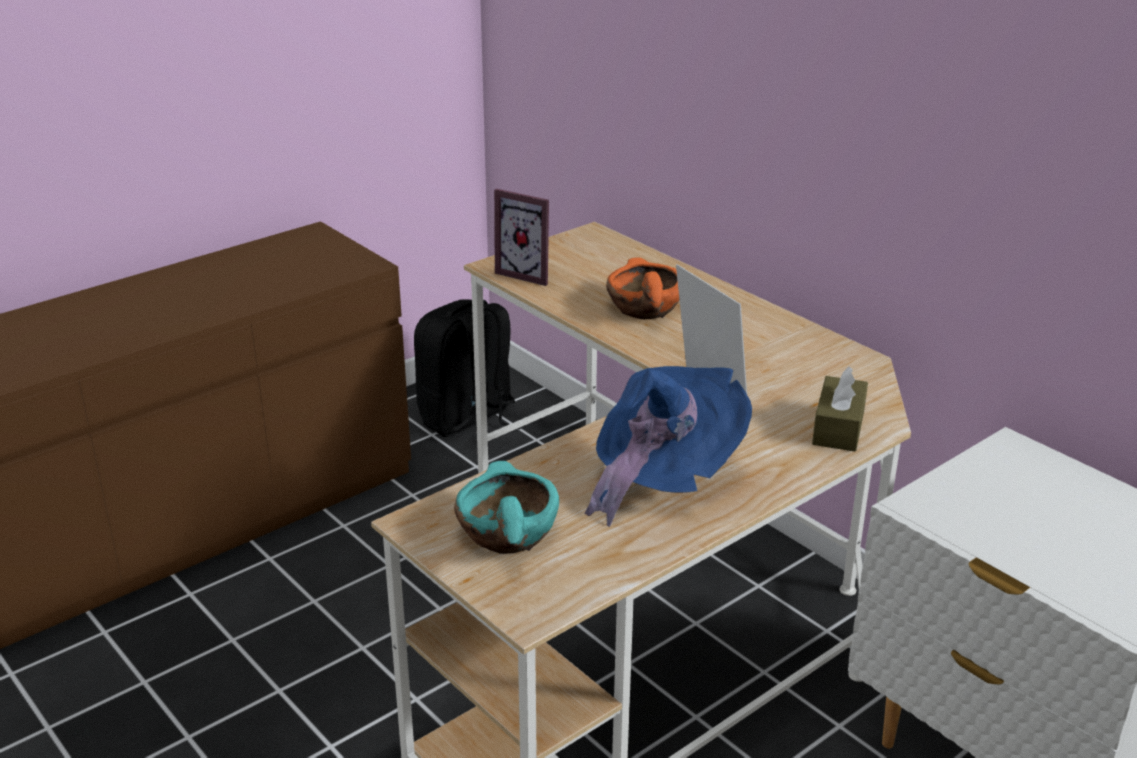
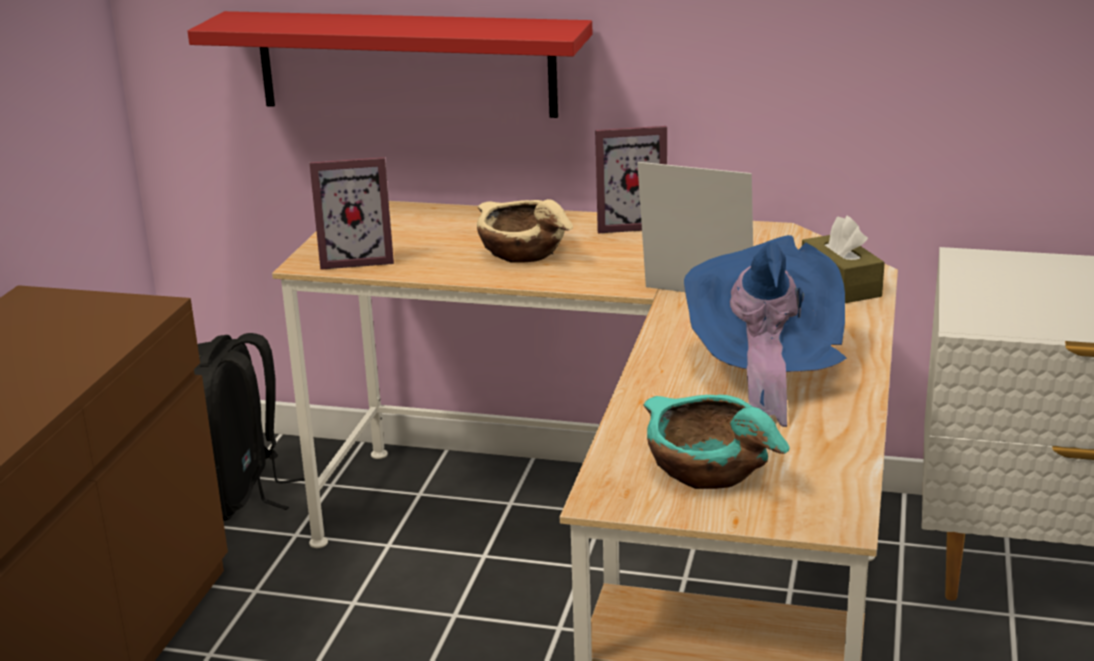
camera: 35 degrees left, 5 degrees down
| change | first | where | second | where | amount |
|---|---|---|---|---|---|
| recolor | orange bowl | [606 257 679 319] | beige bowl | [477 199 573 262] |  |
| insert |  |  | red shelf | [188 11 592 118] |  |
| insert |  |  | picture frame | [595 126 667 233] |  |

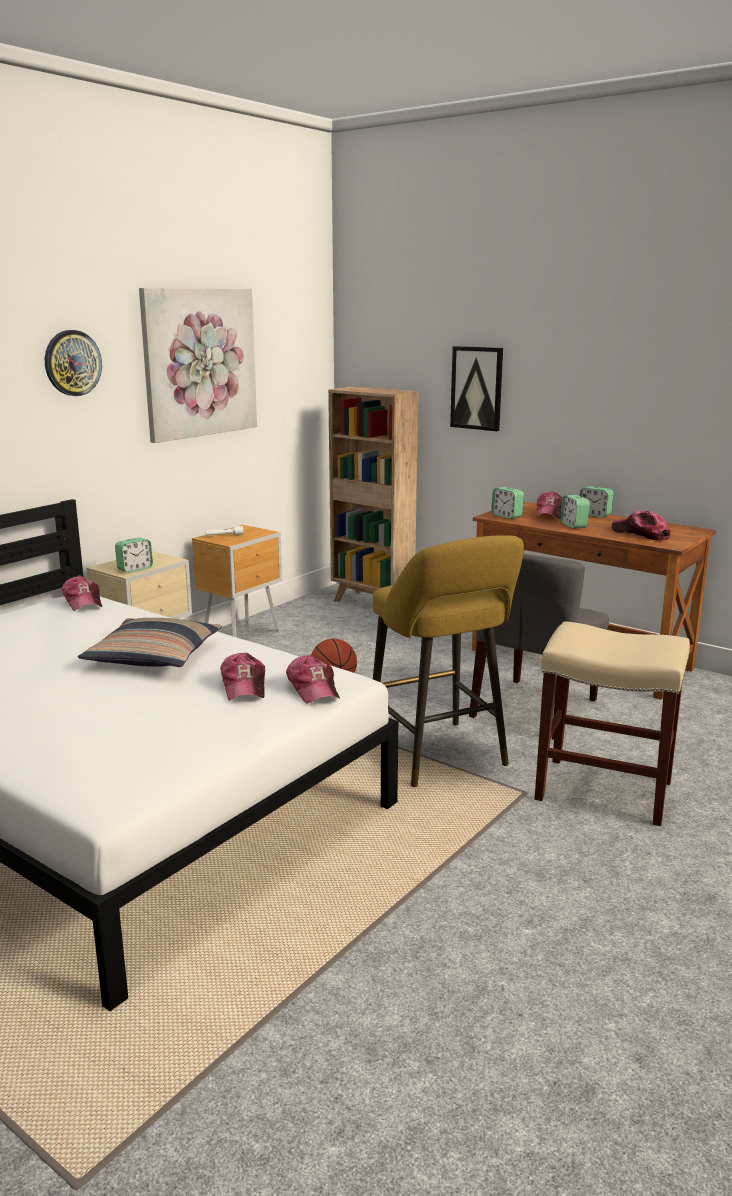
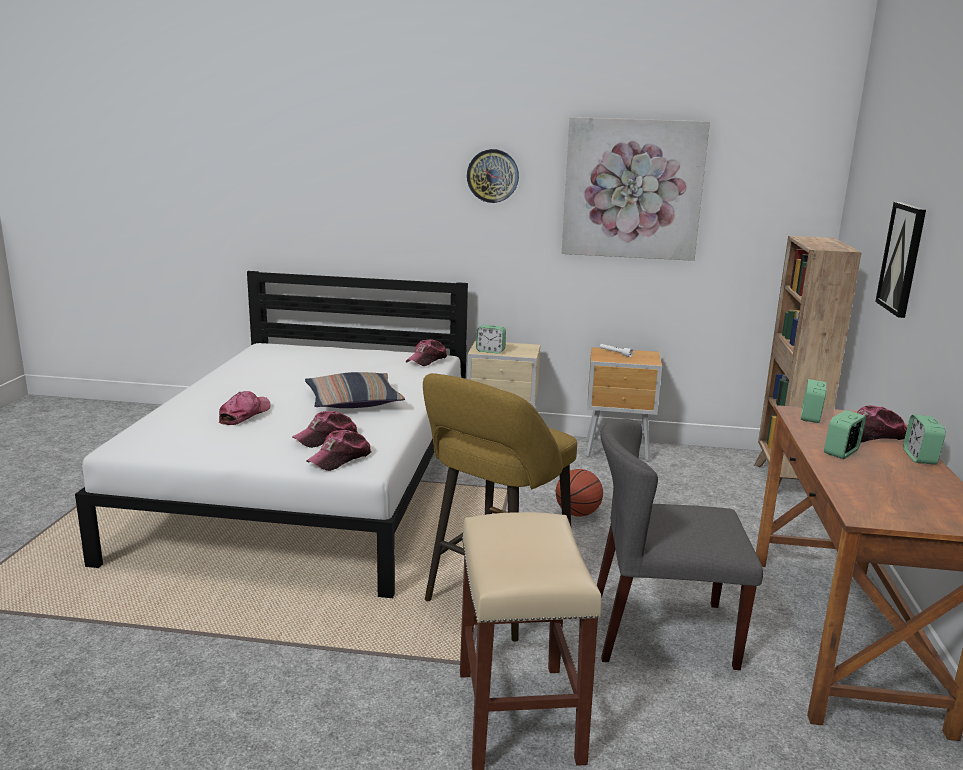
camera: 60 degrees right, 0 degrees up
| change | first | where | second | where | amount |
|---|---|---|---|---|---|
| move | cap | [612 511 670 541] |  | [219 391 271 425] |  |

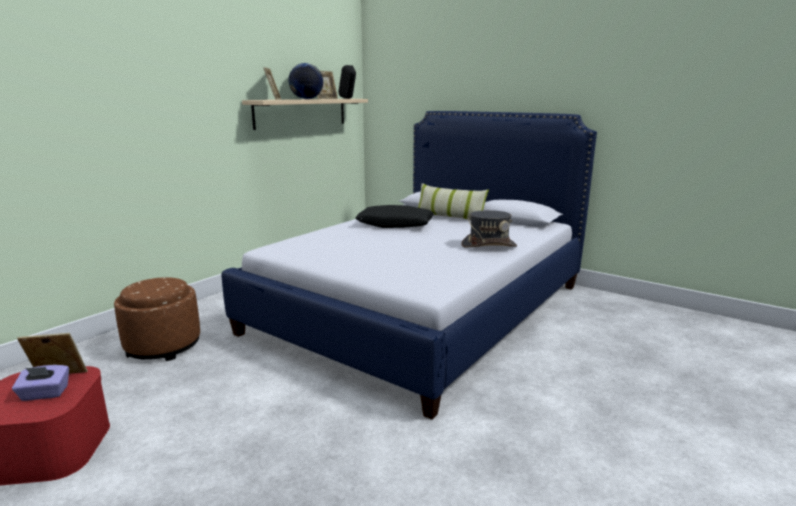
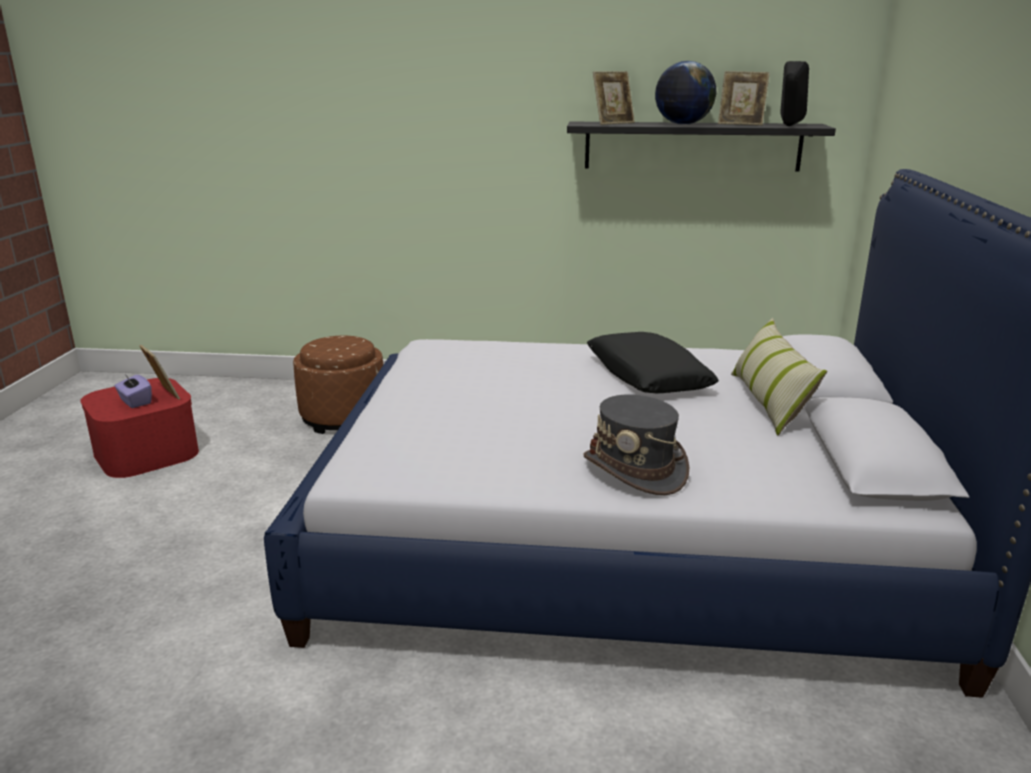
camera: 60 degrees right, 5 degrees up
| change | first | where | second | where | amount |
|---|---|---|---|---|---|
| recolor | beige shelf | [242 99 368 130] | black shelf | [567 122 836 172] |  |

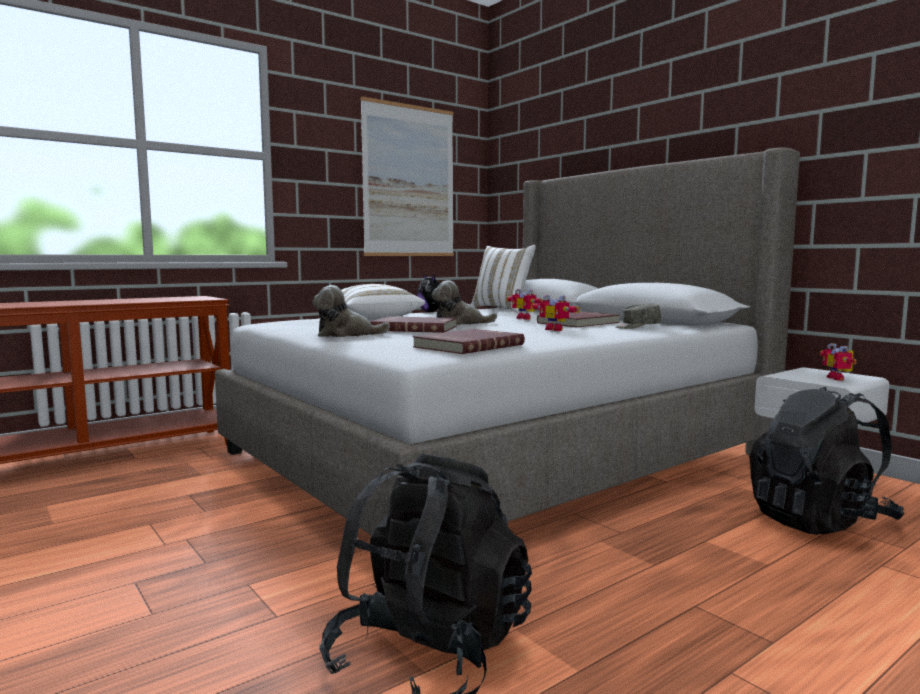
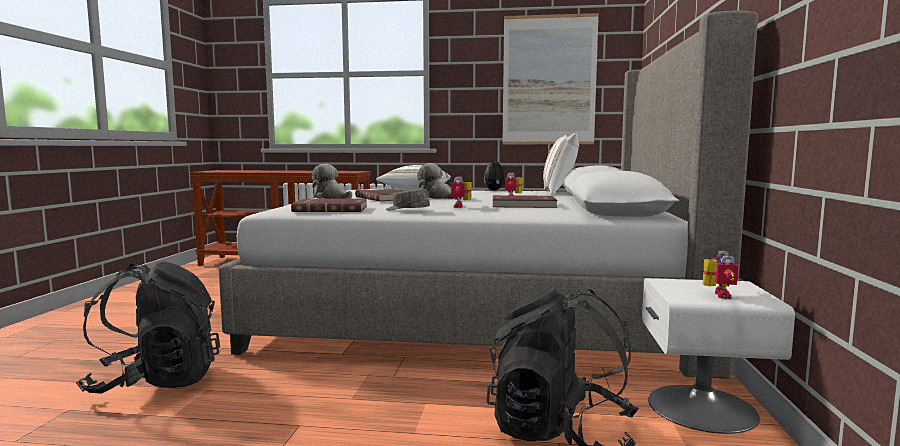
camera: 45 degrees right, 0 degrees up
| change | first | where | second | where | amount |
|---|---|---|---|---|---|
| move | grey cap | [615 304 661 329] |  | [386 189 430 211] |  |
| rotate | toy robot | [820 343 856 381] |  | [703 251 738 299] | 150 degrees clockwise |

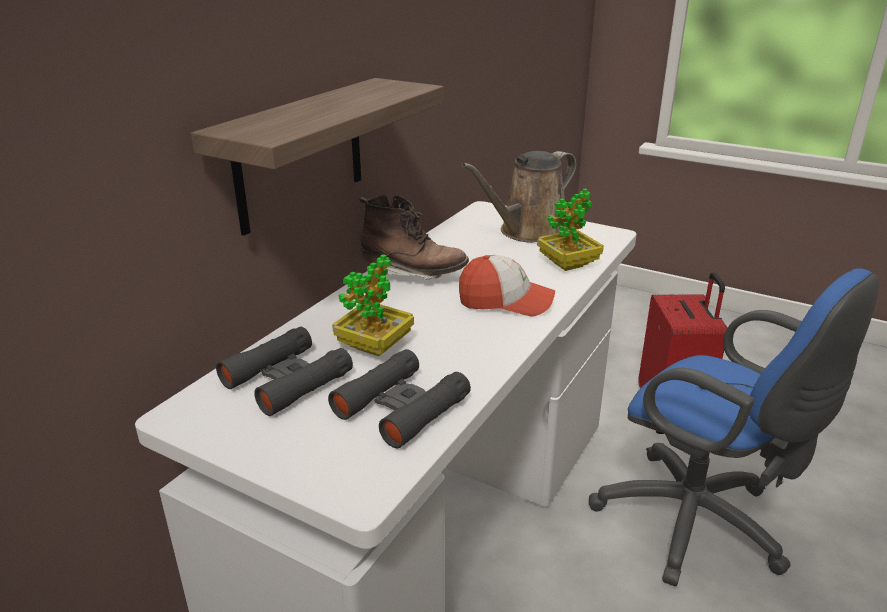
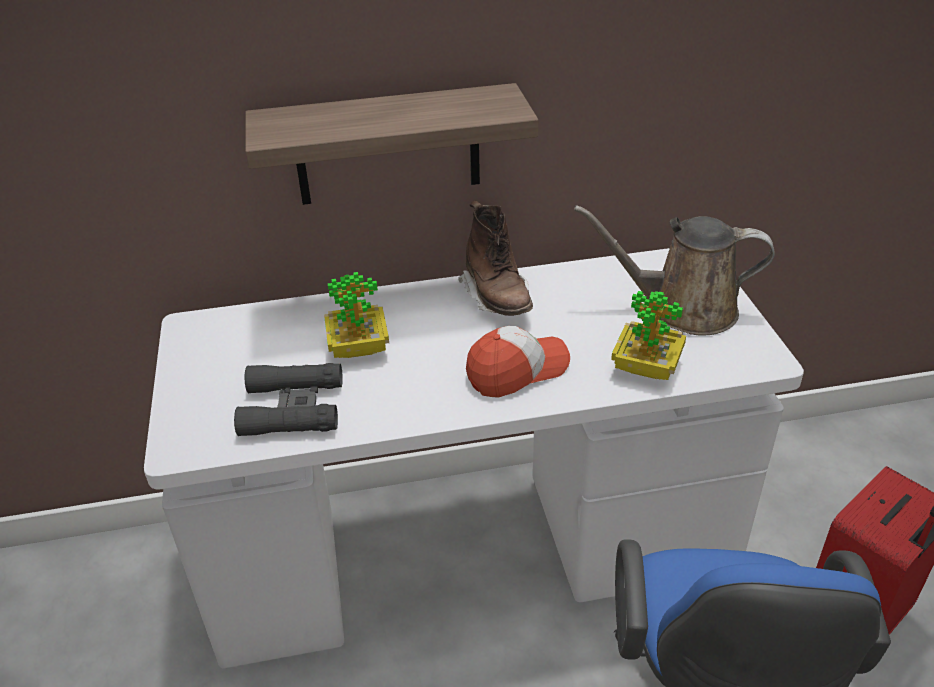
camera: 50 degrees right, 10 degrees up
| change | first | where | second | where | amount |
|---|---|---|---|---|---|
| delete | black binoculars | [216 327 353 416] |  |  |  |
| rotate | cap | [459 255 555 316] |  | [466 326 570 398] | 90 degrees counterclockwise |

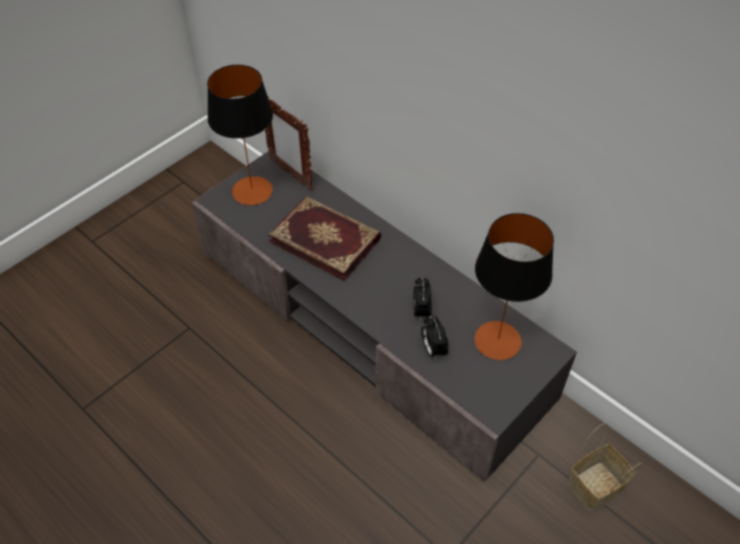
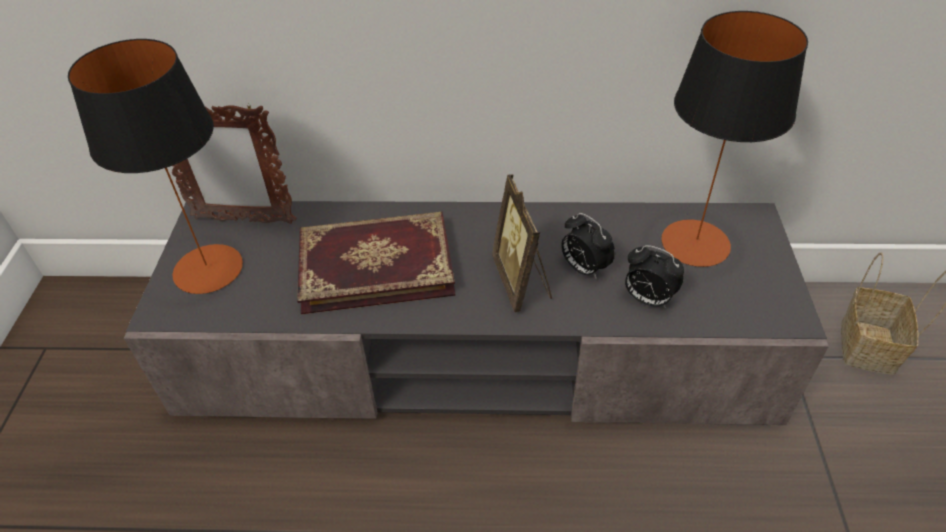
camera: 40 degrees left, 5 degrees down
| change | first | where | second | where | amount |
|---|---|---|---|---|---|
| insert |  |  | picture frame | [492 174 552 312] |  |

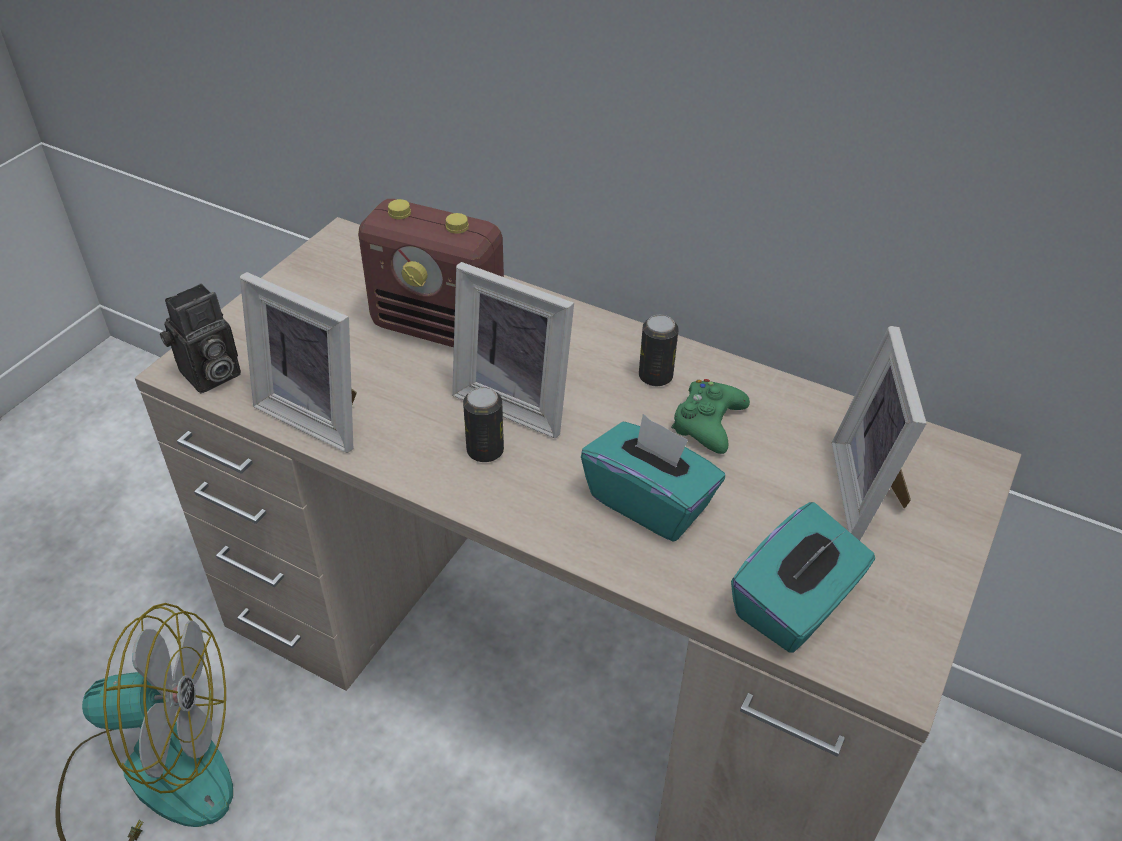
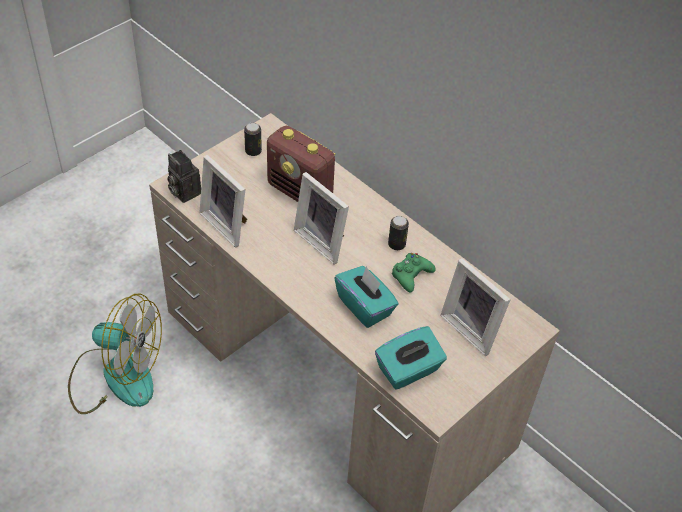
camera: 15 degrees right, 5 degrees up
| change | first | where | second | where | amount |
|---|---|---|---|---|---|
| rotate | photo camera | [160 283 241 393] |  | [167 150 201 203] | 75 degrees clockwise |
| move | can | [463 387 504 462] |  | [244 122 262 156] |  |
| rotate | picture frame | [832 326 927 540] |  | [440 258 511 356] | 60 degrees counterclockwise |

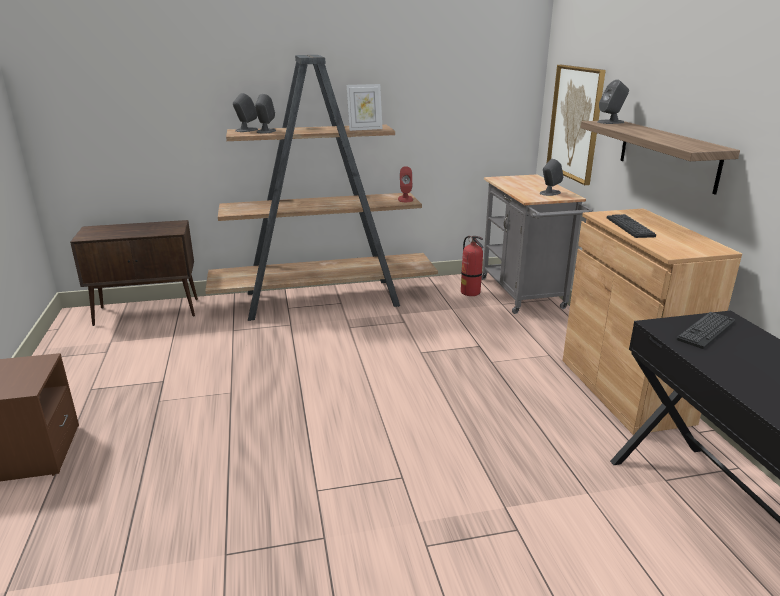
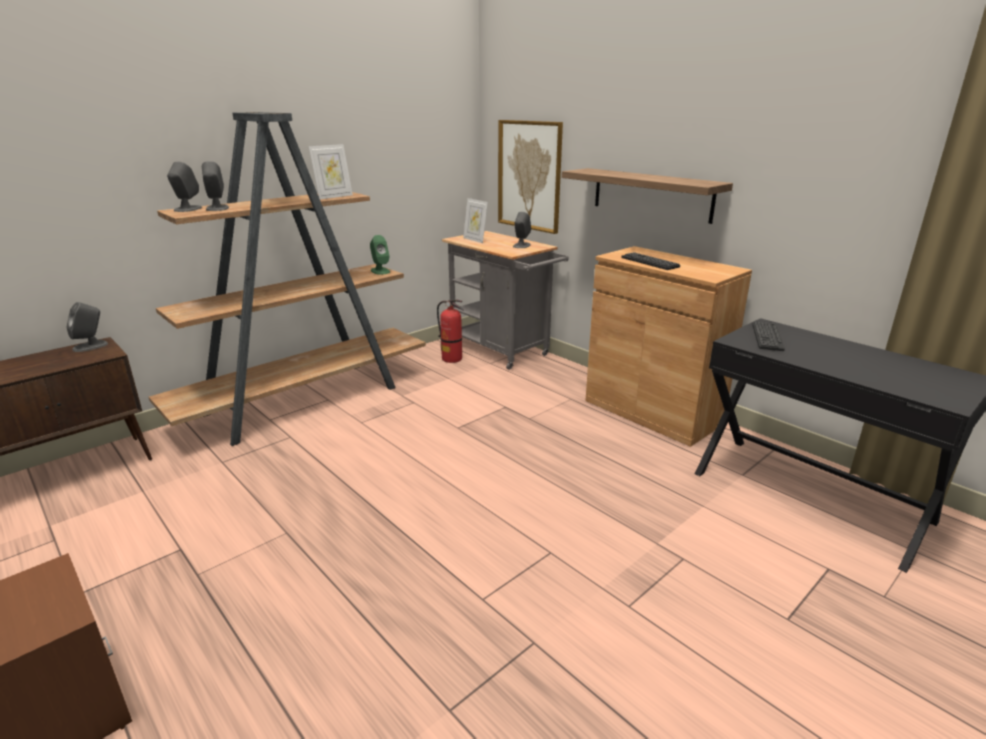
camera: 30 degrees left, 0 degrees up
| change | first | where | second | where | amount |
|---|---|---|---|---|---|
| recolor | red speaker | [398 166 413 202] | green speaker | [370 235 390 275] |  |
| move | grey speaker | [598 80 629 124] |  | [66 302 108 352] |  |
| insert |  |  | picture frame | [463 198 488 243] |  |

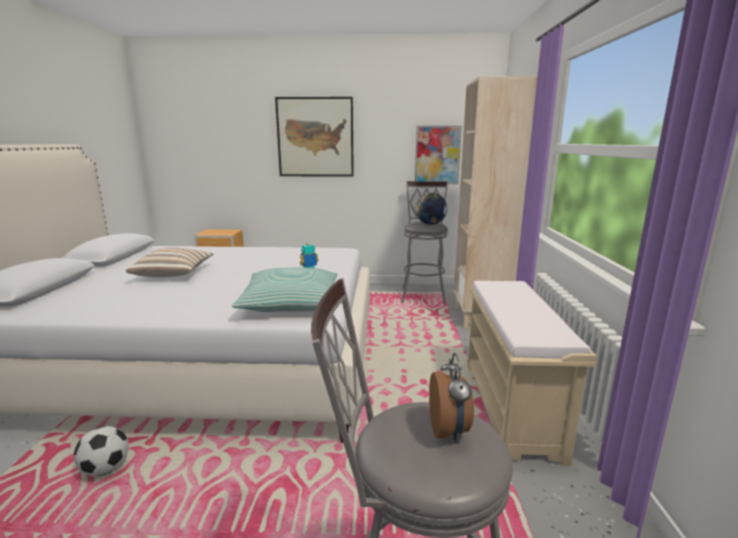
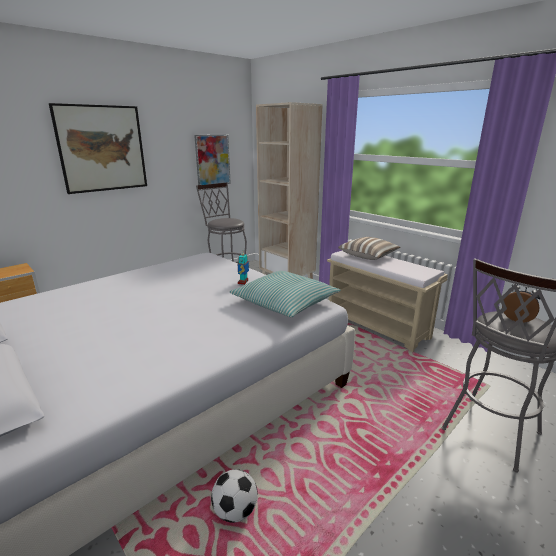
camera: 45 degrees left, 5 degrees up
| change | first | where | second | where | amount |
|---|---|---|---|---|---|
| move | pillow | [126 247 213 277] |  | [338 237 400 260] |  |
| delete | globe | [415 193 447 225] |  |  |  |

